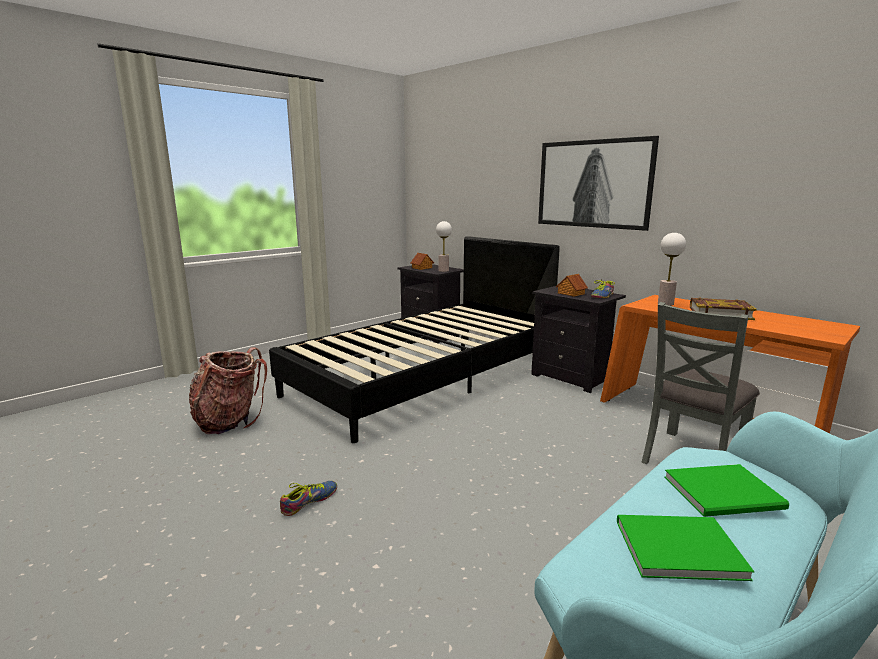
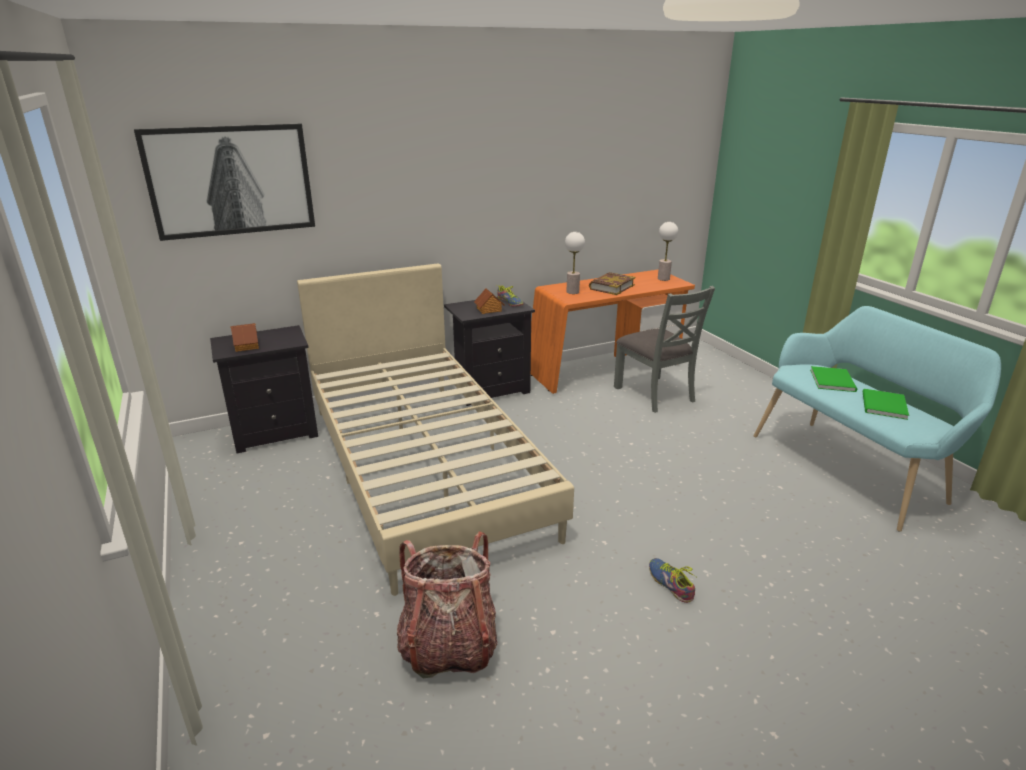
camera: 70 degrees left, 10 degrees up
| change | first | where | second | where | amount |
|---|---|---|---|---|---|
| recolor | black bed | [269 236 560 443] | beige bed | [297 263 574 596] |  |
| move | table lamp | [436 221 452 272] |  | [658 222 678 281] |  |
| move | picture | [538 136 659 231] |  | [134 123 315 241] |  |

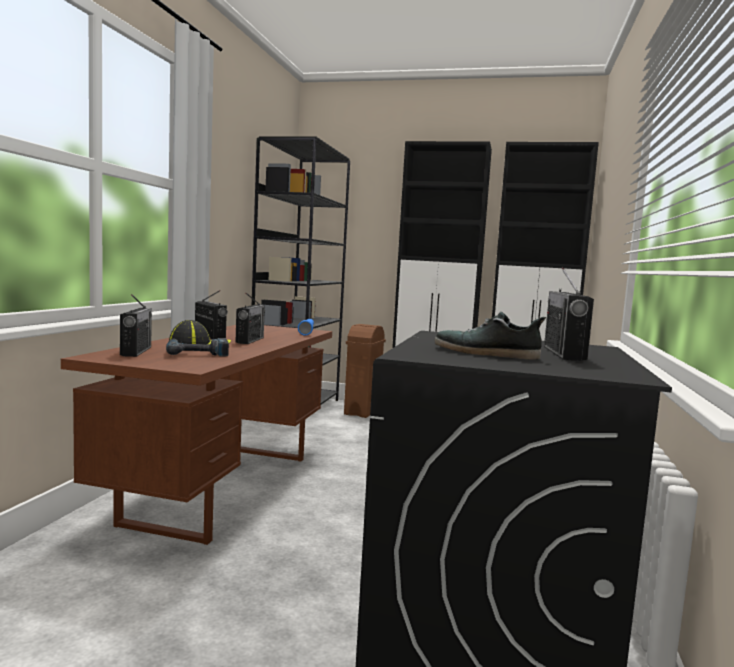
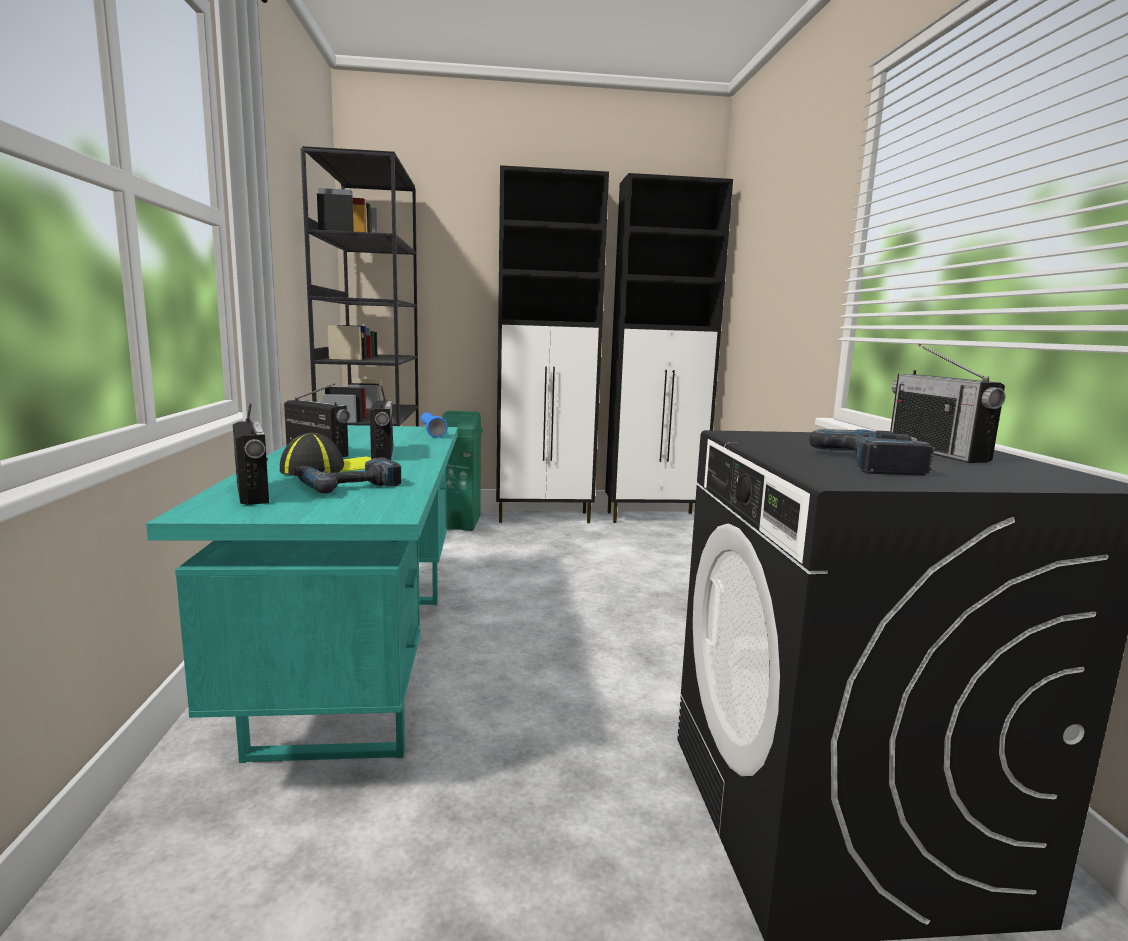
camera: 20 degrees left, 5 degrees up
| change | first | where | second | where | amount |
|---|---|---|---|---|---|
| recolor | brown desk | [61 325 332 545] | turquoise desk | [146 425 458 763] |  |
| recolor | brown trash can | [344 324 386 418] | green trash can | [442 411 483 531] |  |
| replace | shoe | [435 311 546 360] | power drill | [809 429 935 476] |  |

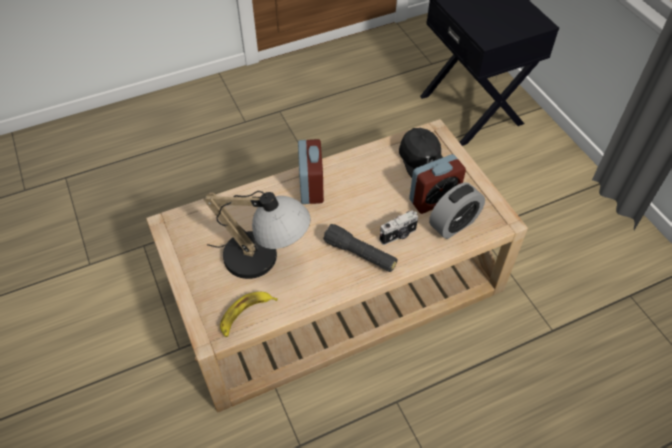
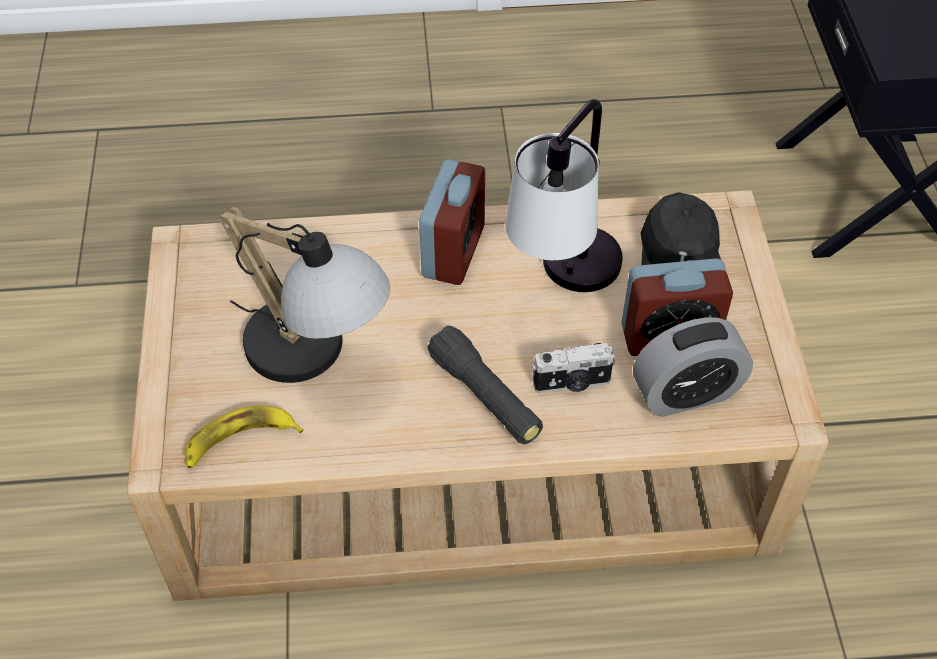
camera: 20 degrees right, 0 degrees up
| change | first | where | second | where | amount |
|---|---|---|---|---|---|
| insert |  |  | table lamp | [505 99 622 292] |  |

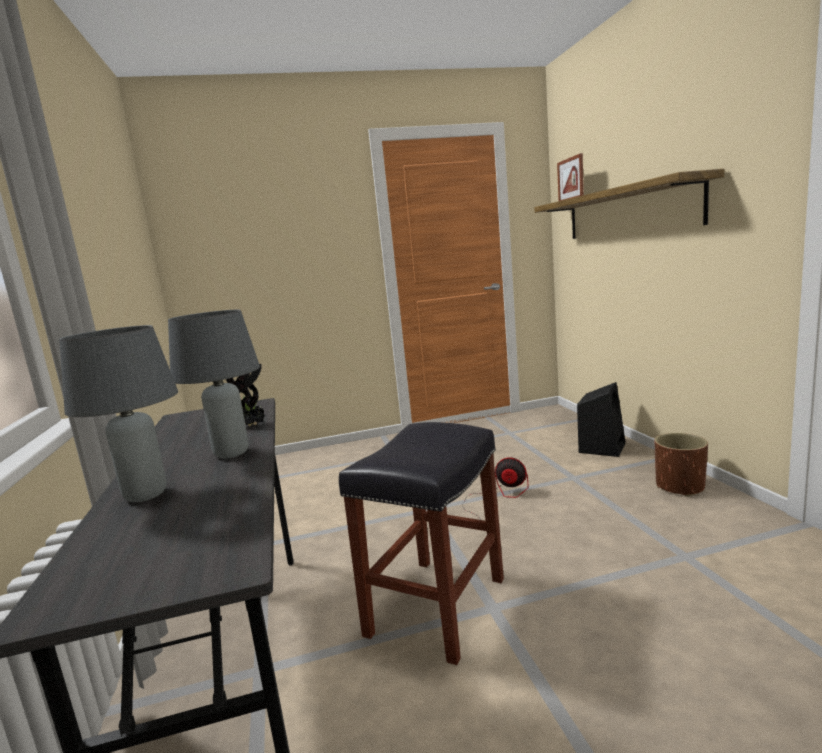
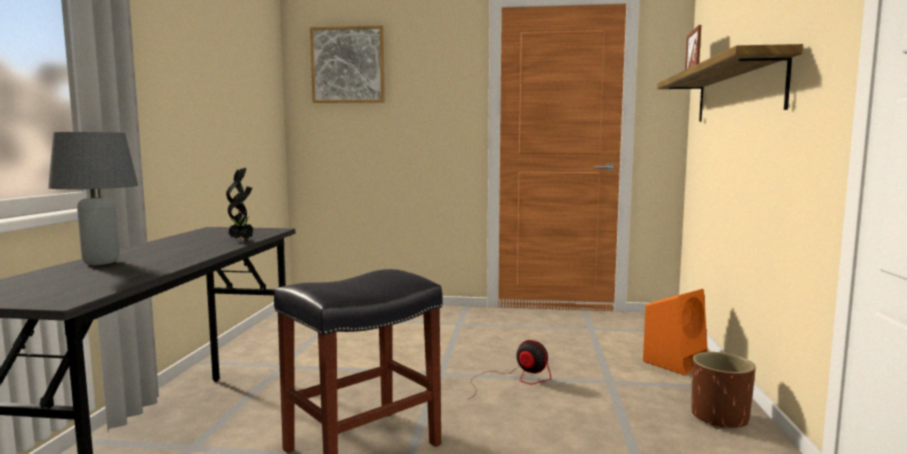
camera: 20 degrees right, 5 degrees down
| change | first | where | second | where | amount |
|---|---|---|---|---|---|
| delete | grey table lamp | [168 310 260 459] |  |  |  |
| recolor | black speaker | [577 382 626 457] | orange speaker | [643 289 708 375] |  |
| insert |  |  | picture | [310 25 385 103] |  |

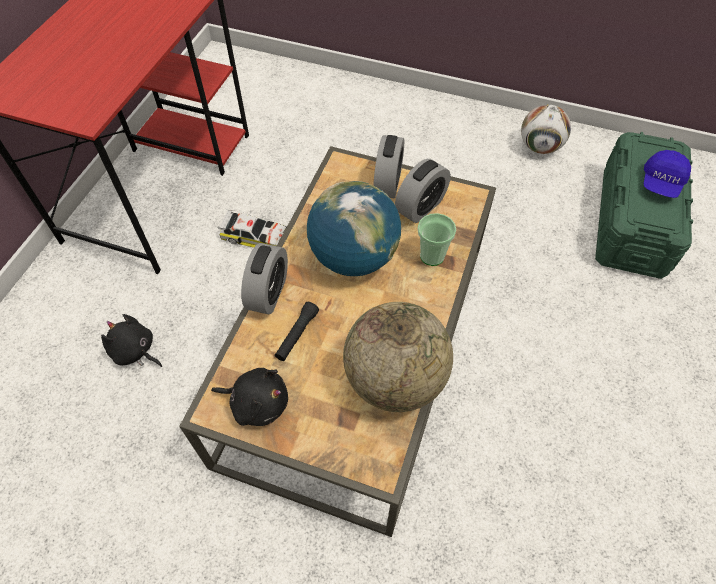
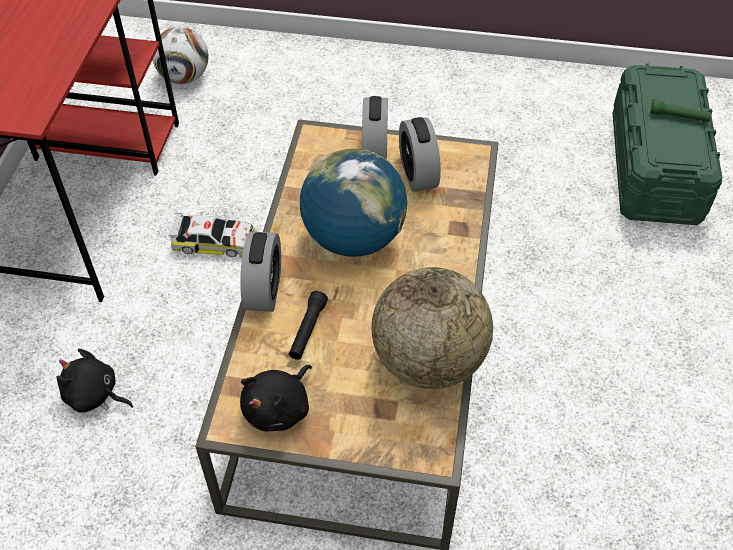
camera: 10 degrees left, 5 degrees down
| change | first | where | second | where | amount |
|---|---|---|---|---|---|
| rotate | black plush toy | [211 368 288 426] |  | [240 365 312 431] | 120 degrees clockwise |
| rotate | alarm clock | [395 159 451 223] |  | [399 117 441 192] | 135 degrees clockwise |
| delete | cup | [418 213 456 266] |  |  |  |
| move | football | [521 105 571 154] |  | [152 27 209 84] |  |
| replace | blue cap | [644 150 691 198] | green flashlight | [650 99 712 122] |  |

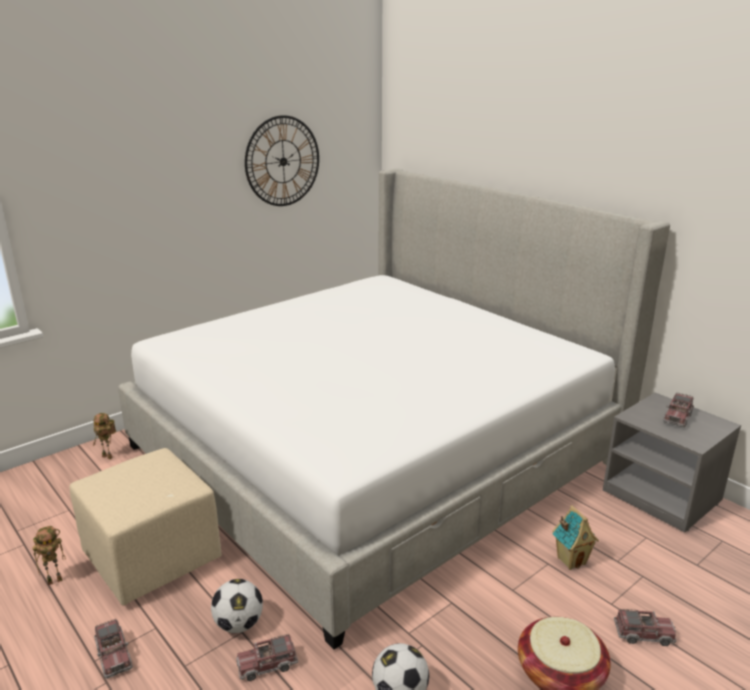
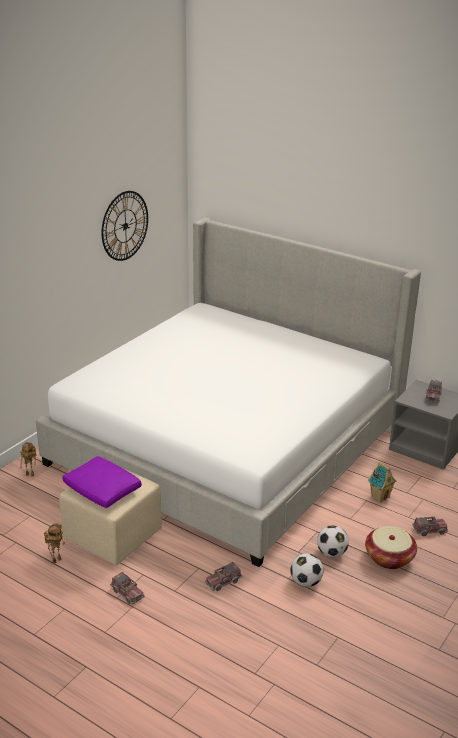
camera: 15 degrees left, 5 degrees up
| change | first | where | second | where | amount |
|---|---|---|---|---|---|
| move | football | [211 579 263 633] |  | [317 525 349 558] |  |
| insert |  |  | purple pillow | [62 456 142 508] |  |

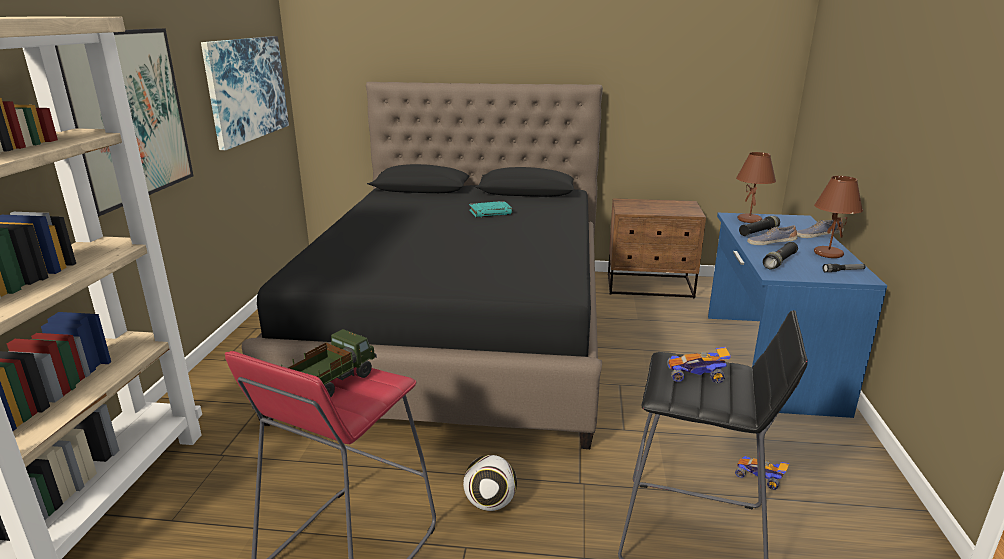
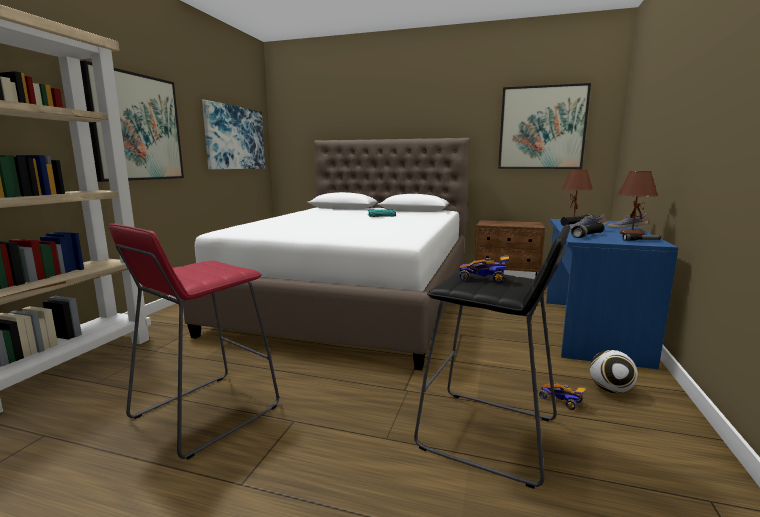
camera: 10 degrees right, 10 degrees down
| change | first | where | second | where | amount |
|---|---|---|---|---|---|
| recolor | black bed | [242 82 603 449] | white bed | [183 138 470 370] |  |
| delete | toy truck | [281 329 377 397] |  |  |  |
| move | football | [463 455 517 511] |  | [590 350 638 393] |  |
| insert |  |  | picture | [498 83 591 169] |  |

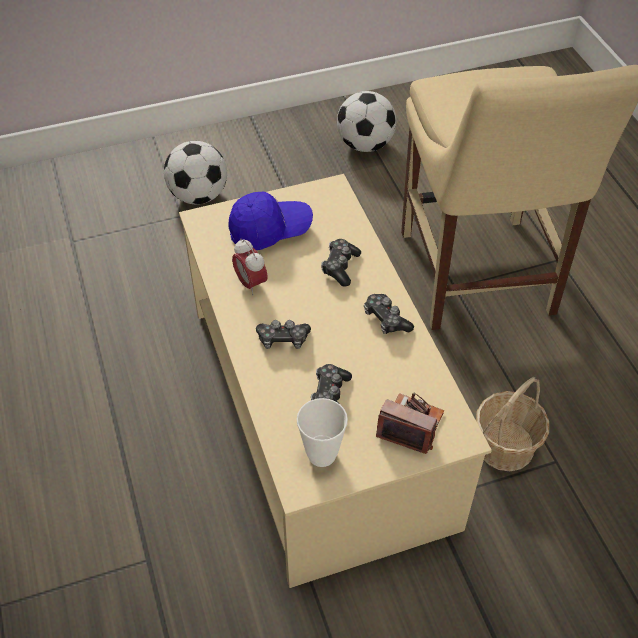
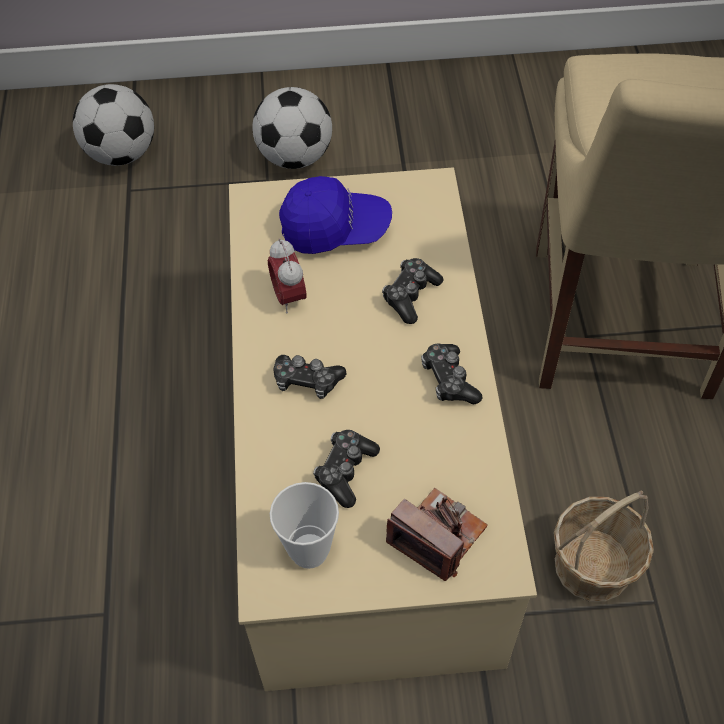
camera: 15 degrees right, 5 degrees up
| change | first | where | second | where | amount |
|---|---|---|---|---|---|
| move | football | [337 91 396 152] |  | [73 84 154 166] |  |

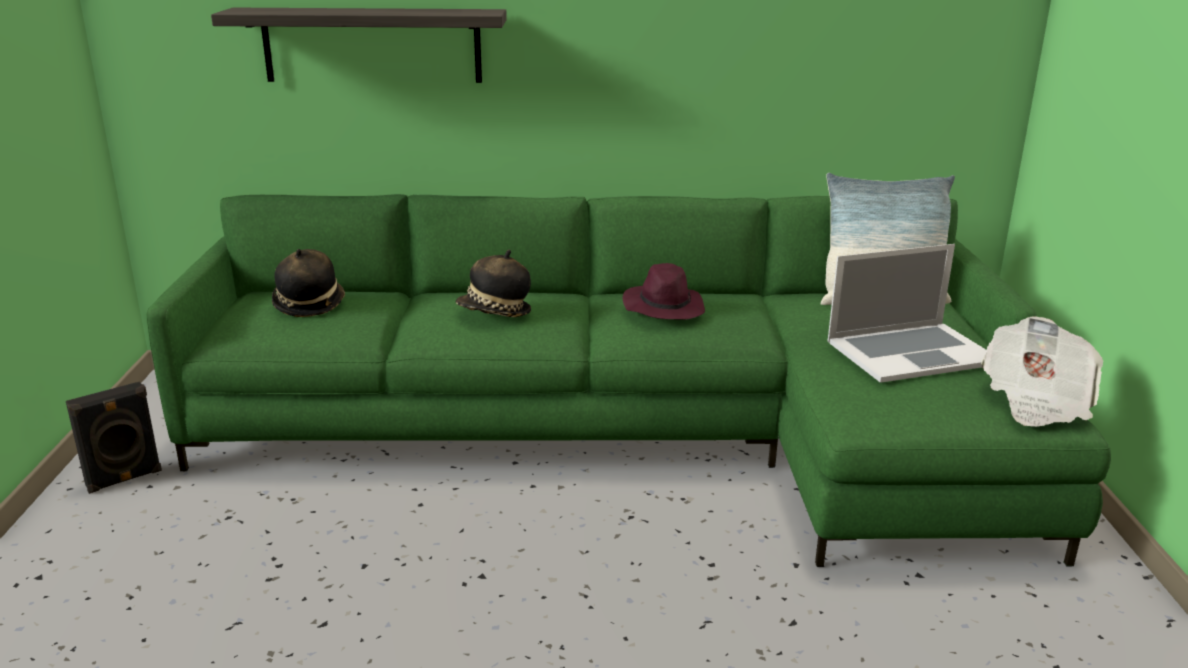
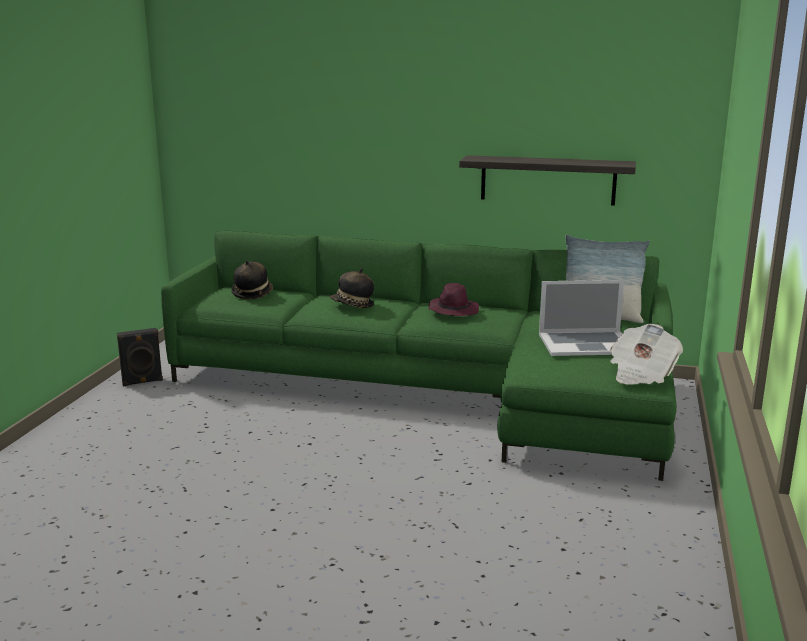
camera: 15 degrees right, 5 degrees down
| change | first | where | second | where | amount |
|---|---|---|---|---|---|
| move | shelf | [211 8 507 83] |  | [459 155 636 206] |  |

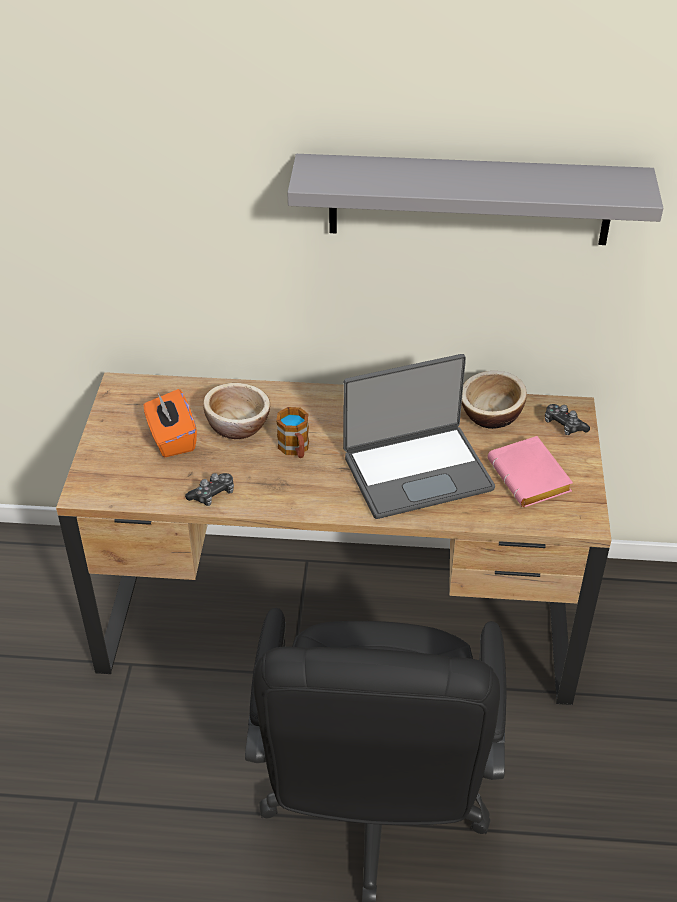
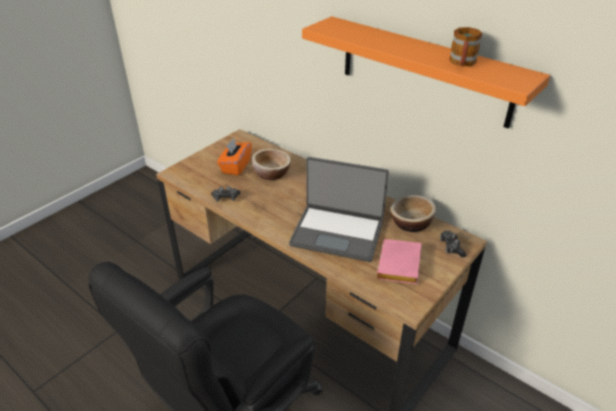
camera: 35 degrees right, 5 degrees down
| change | first | where | second | where | amount |
|---|---|---|---|---|---|
| move | mug | [276 407 309 458] |  | [449 27 483 66] |  |
| recolor | grey shelf | [287 154 663 245] | orange shelf | [302 16 550 129] |  |

